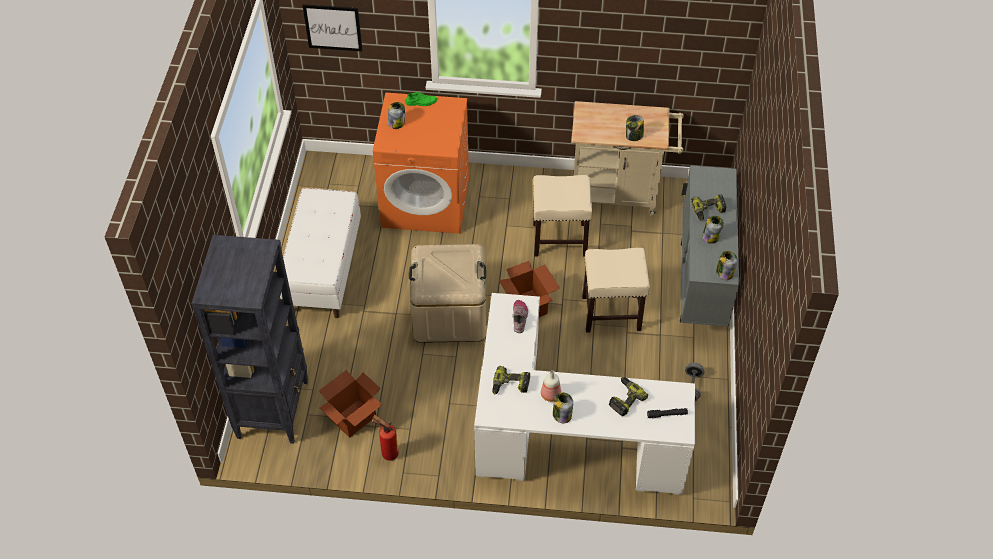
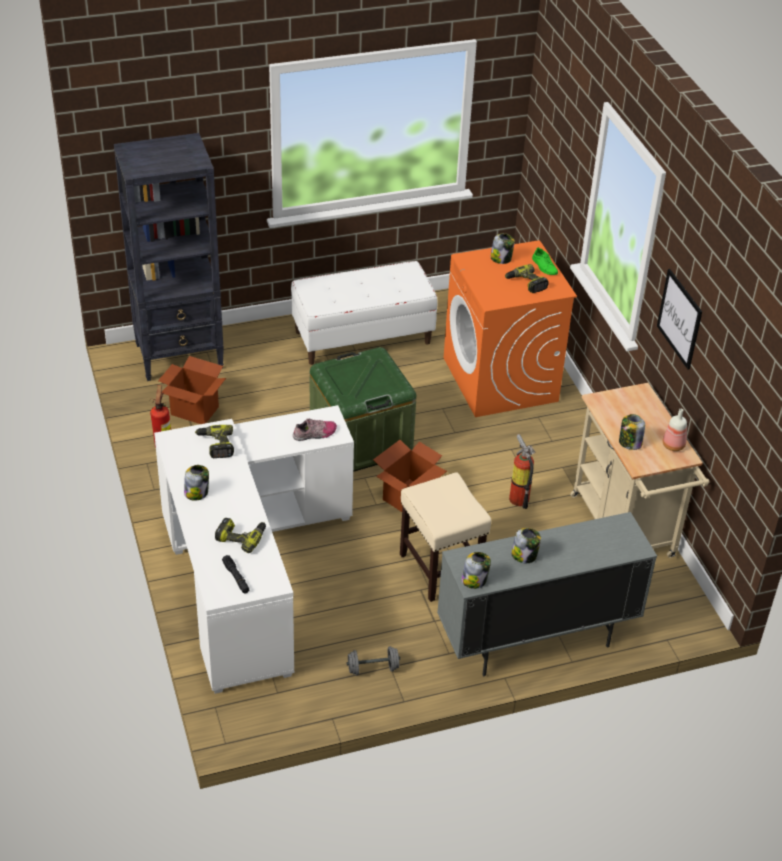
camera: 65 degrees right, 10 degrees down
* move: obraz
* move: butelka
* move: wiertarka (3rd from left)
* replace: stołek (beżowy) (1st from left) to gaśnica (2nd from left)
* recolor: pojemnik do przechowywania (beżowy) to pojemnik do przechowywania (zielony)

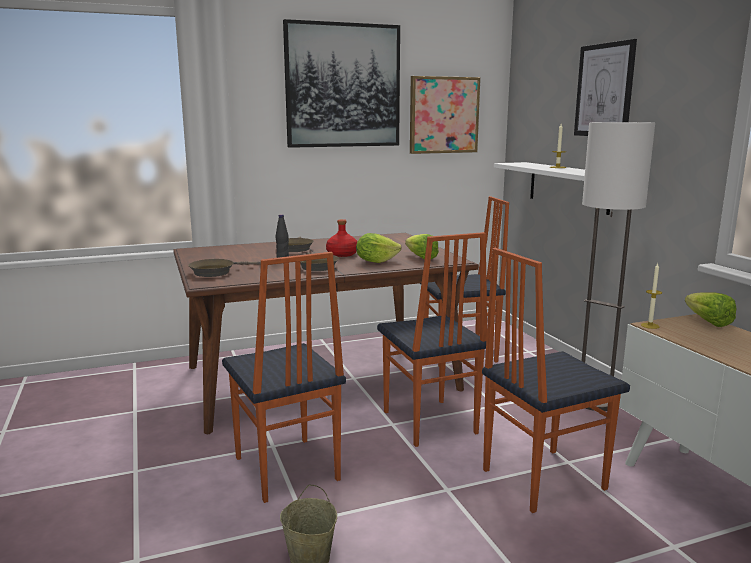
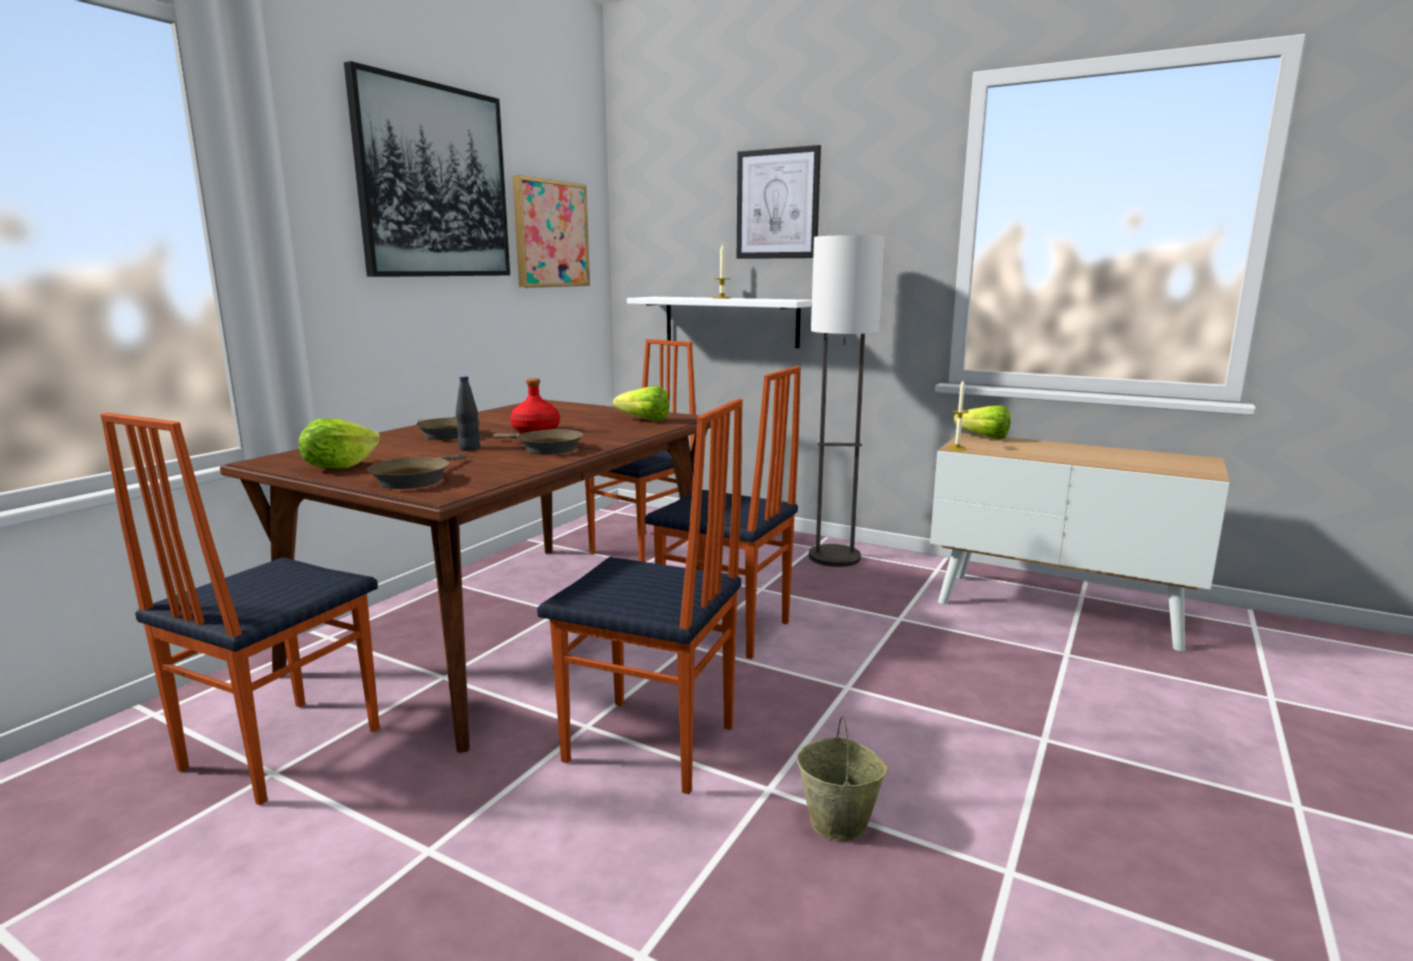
camera: 40 degrees left, 0 degrees up
* move: sałata (1st from left)
* move: krzesło (4th from left in the first image) to krzesło (1st from left)

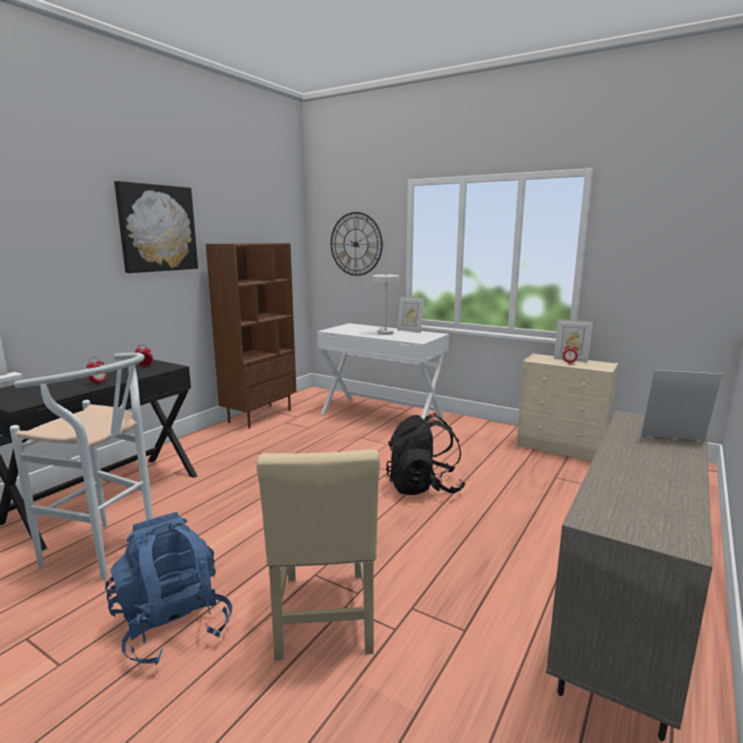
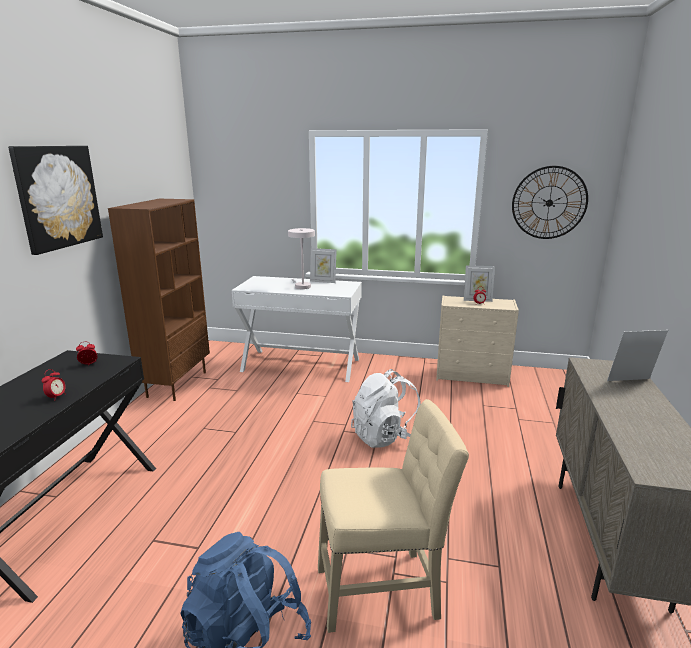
camera: 20 degrees left, 5 degrees up
* delete: stołek (biały)
* move: zegar ścienny
* recolor: plecak (czarny) to plecak (biały)
* rotate: krzesło (beżowy) 75 degrees counterclockwise

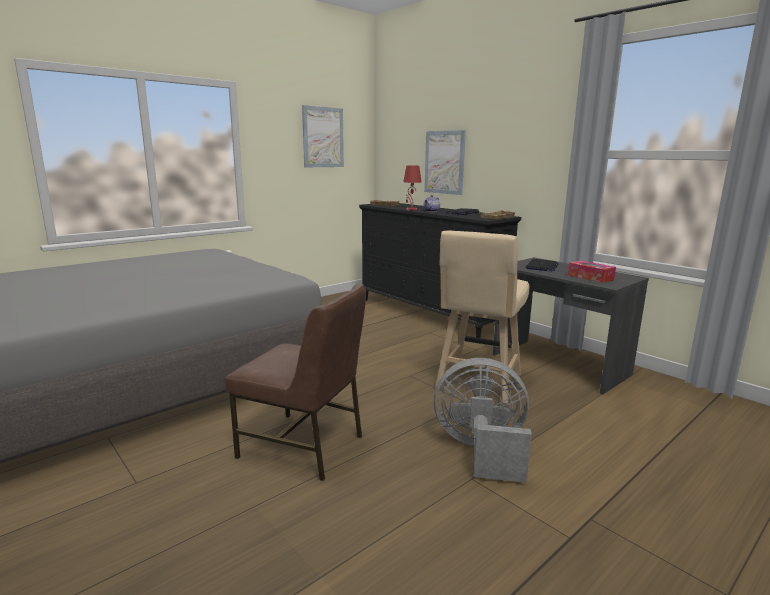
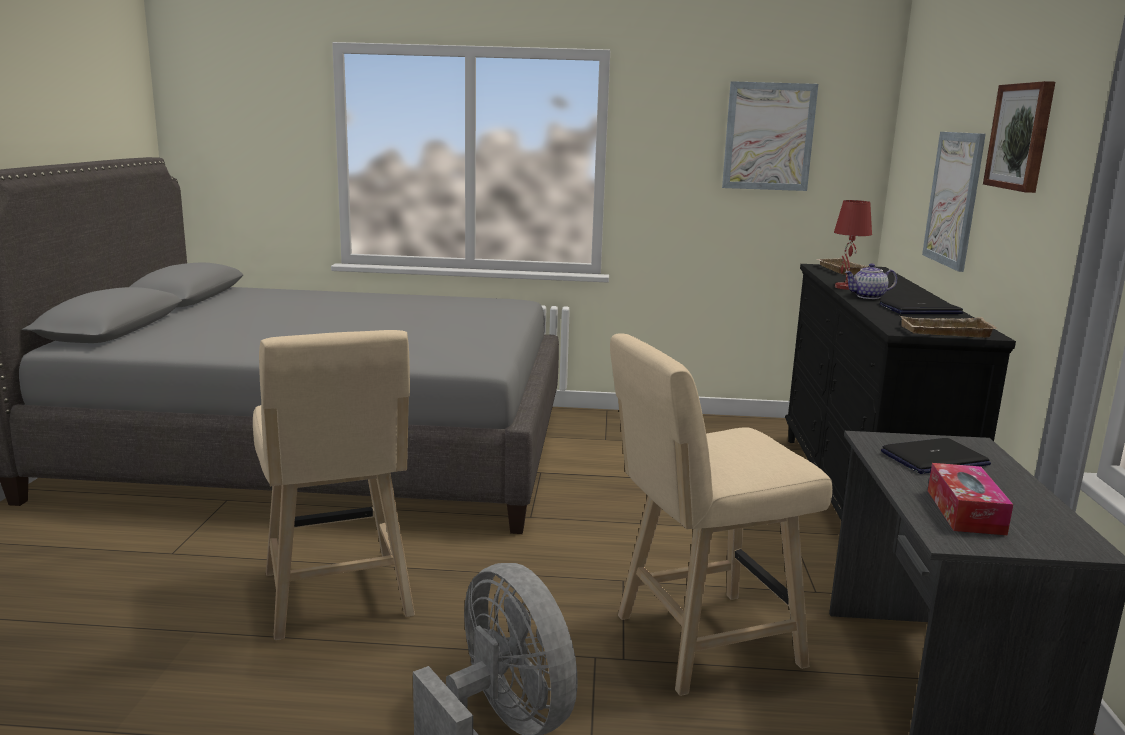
camera: 45 degrees right, 0 degrees up
* insert: obraz (3rd from left)
* replace: krzesło (brązowy) to stołek (beżowy) (1st from left)

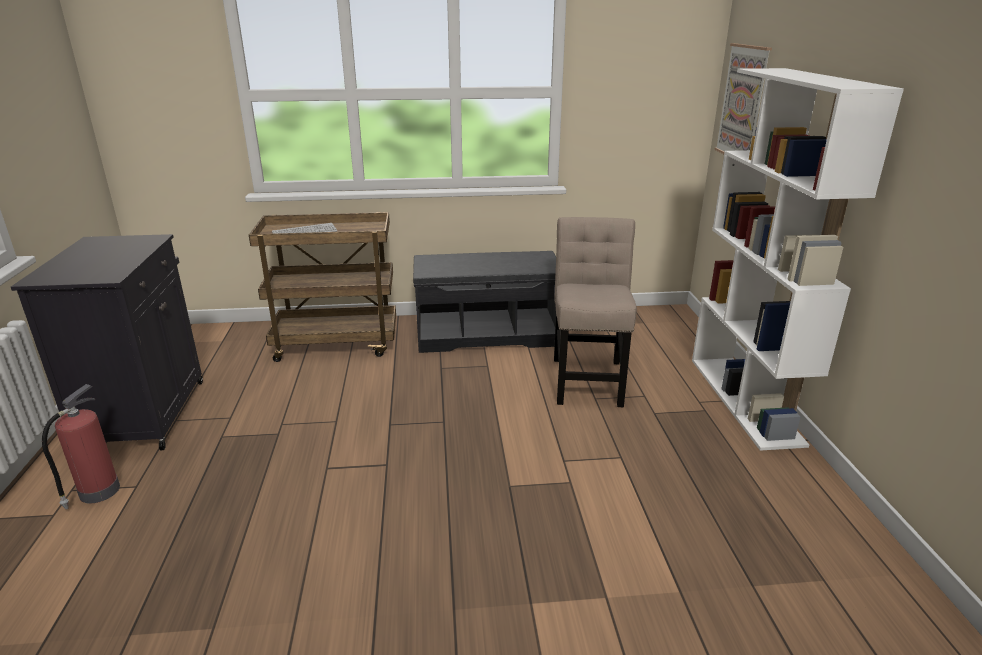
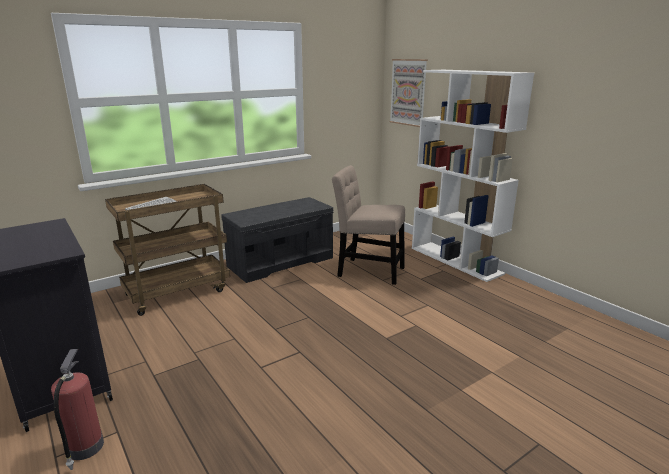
camera: 30 degrees left, 5 degrees down
* rotate: krzesło (beżowy) 45 degrees counterclockwise

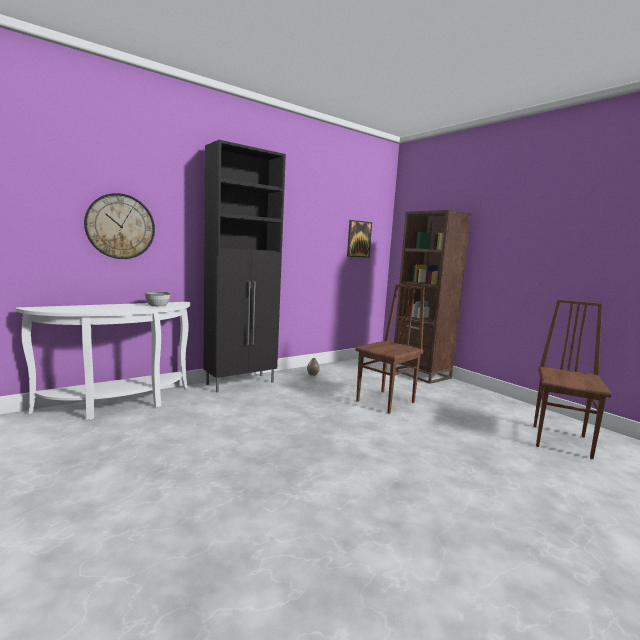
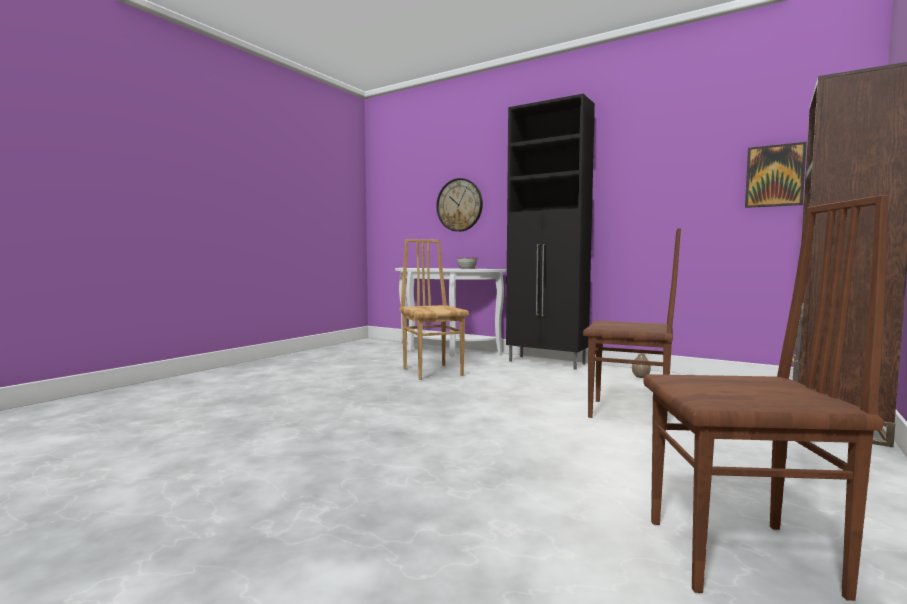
camera: 70 degrees right, 5 degrees down
* insert: krzesło (brązowy) (1st from left)

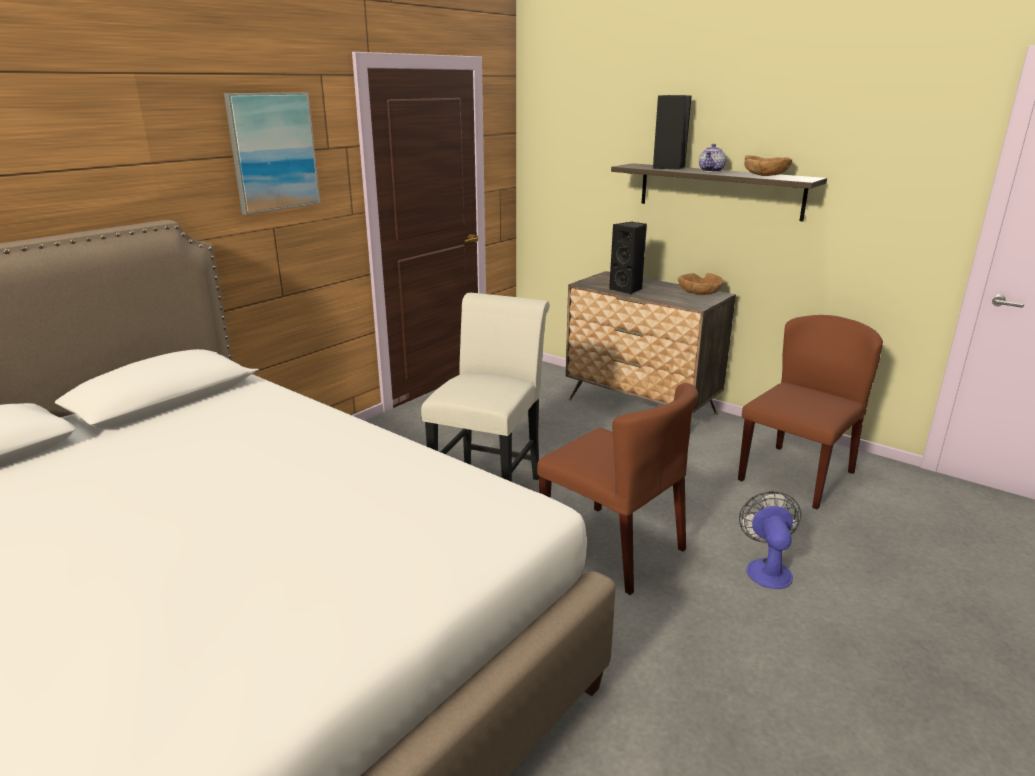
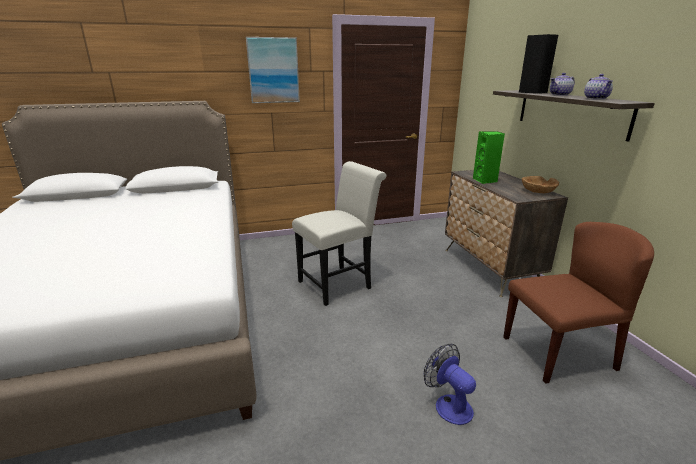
camera: 35 degrees right, 0 degrees up
* delete: krzesło (brązowy) (1st from left)
* replace: miska (brązowy) (2nd from left) to imbryk (2nd from left)
* recolor: głośnik (czarny) (1st from left) to głośnik (zielony)
* rotate: wentylator 75 degrees counterclockwise

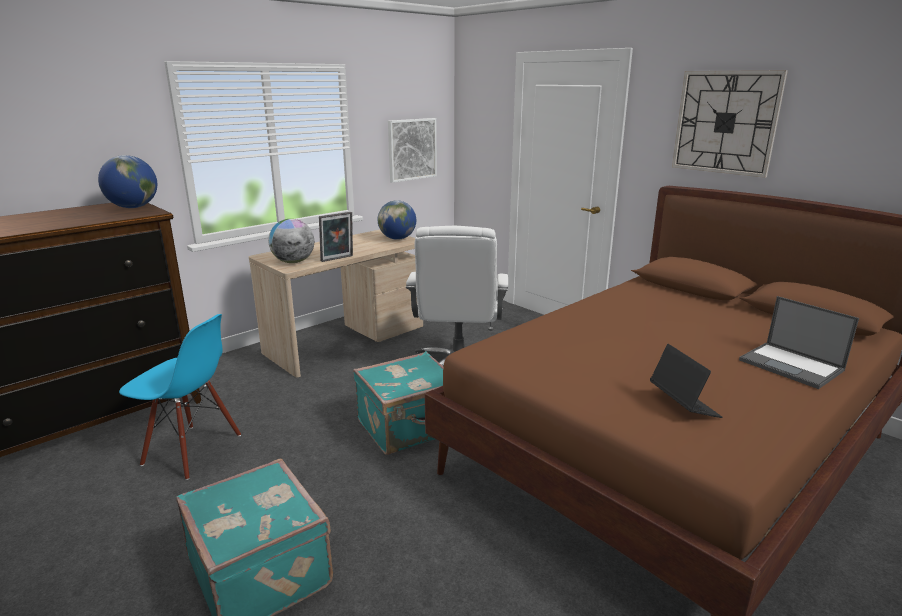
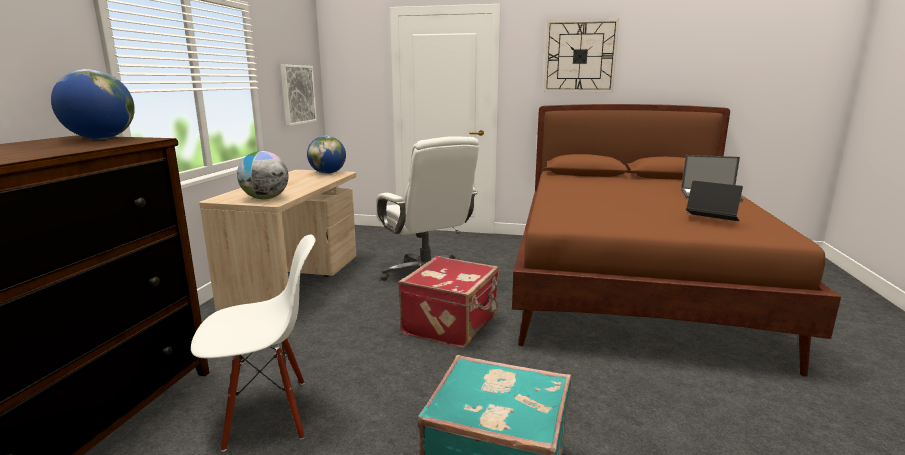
camera: 35 degrees left, 5 degrees down
* delete: ramka na zdjęcie
* recolor: krzesło (niebieski) to krzesło (biały)
* recolor: walizka (turkusowy) (2nd from left) to walizka (czerwony)

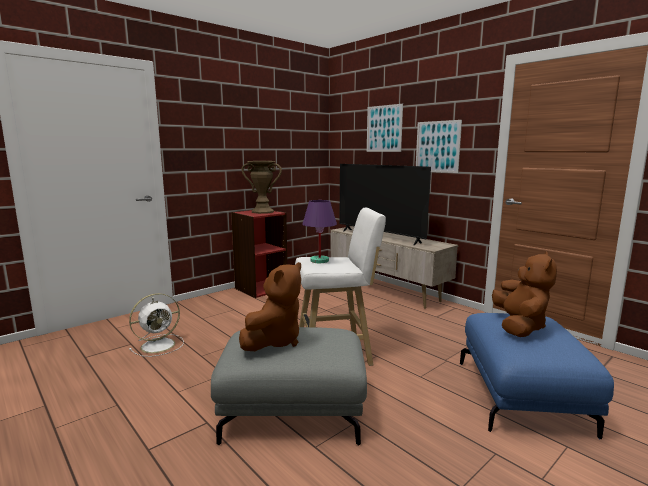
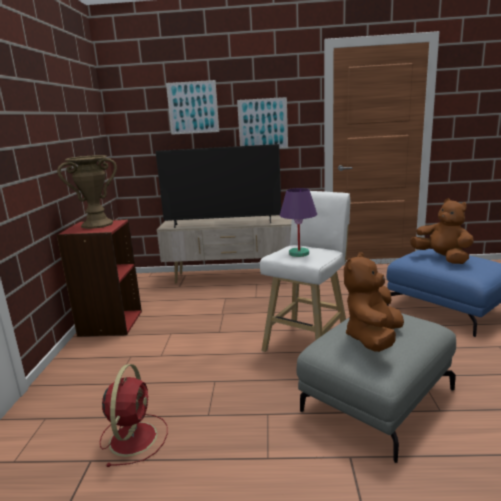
camera: 45 degrees left, 5 degrees up
* recolor: wentylator (biały) to wentylator (czerwony)
* rotate: pluszak (brązowy) (1st from left) 135 degrees counterclockwise

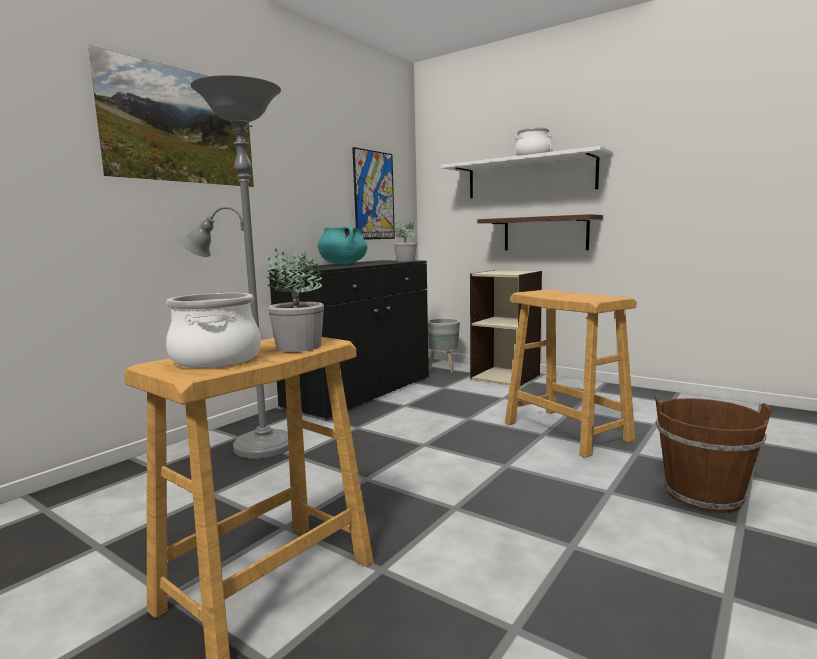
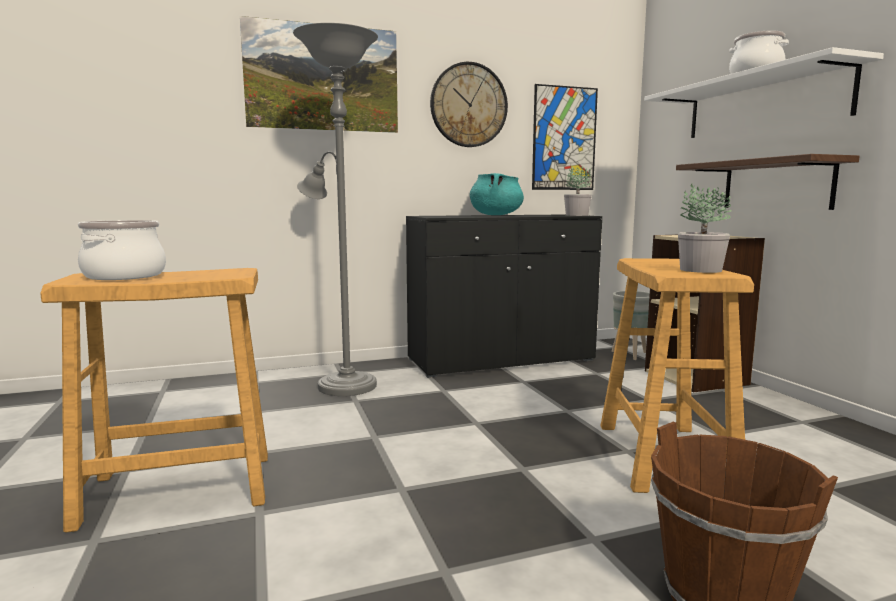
camera: 35 degrees right, 0 degrees up
* insert: zegar ścienny
* move: roślina doniczkowa (1st from left in the first image) to roślina doniczkowa (2nd from left)

